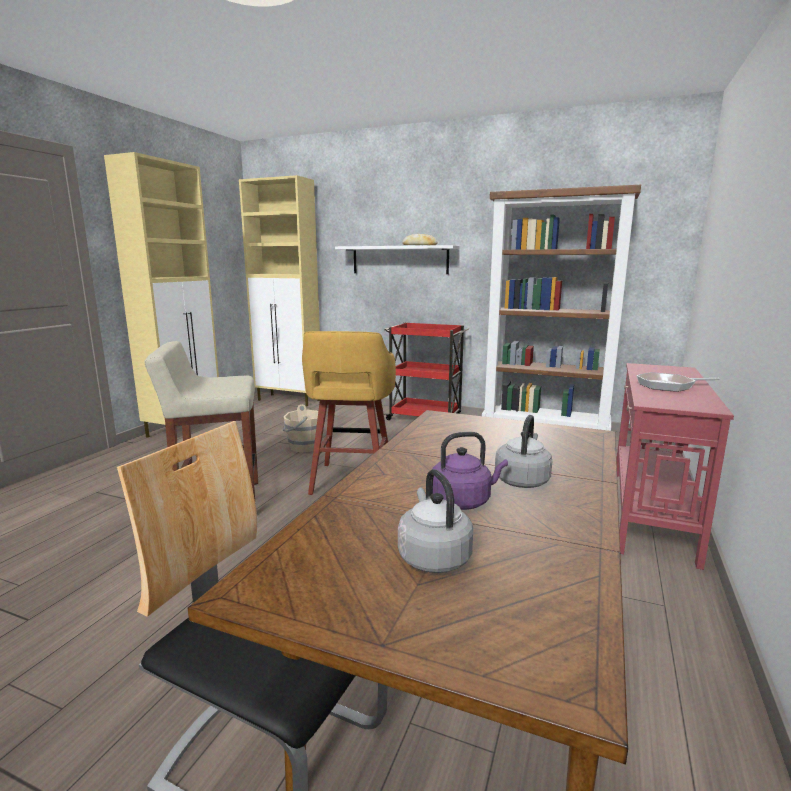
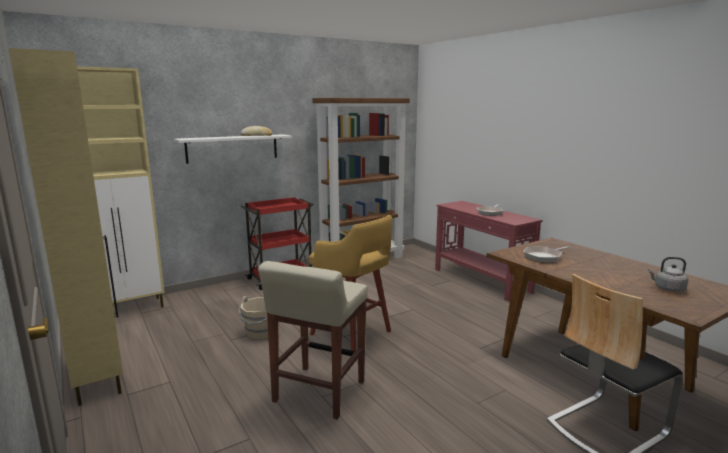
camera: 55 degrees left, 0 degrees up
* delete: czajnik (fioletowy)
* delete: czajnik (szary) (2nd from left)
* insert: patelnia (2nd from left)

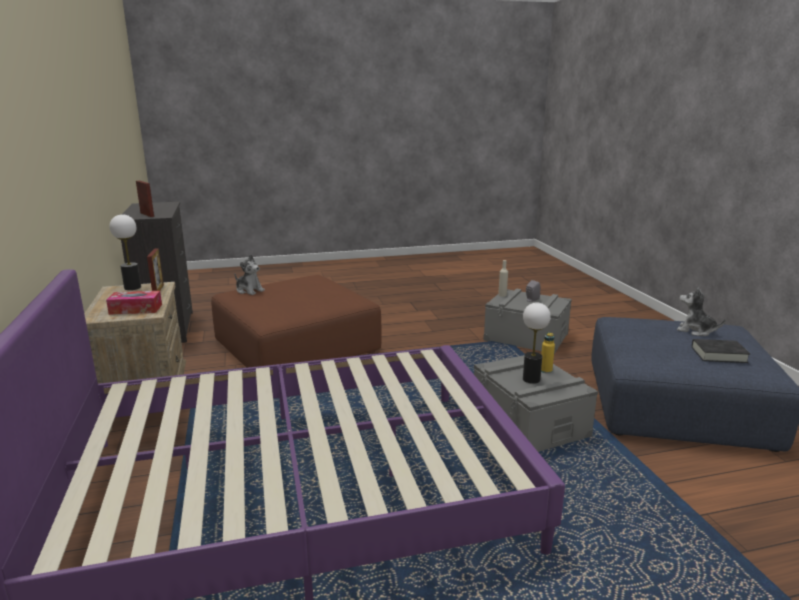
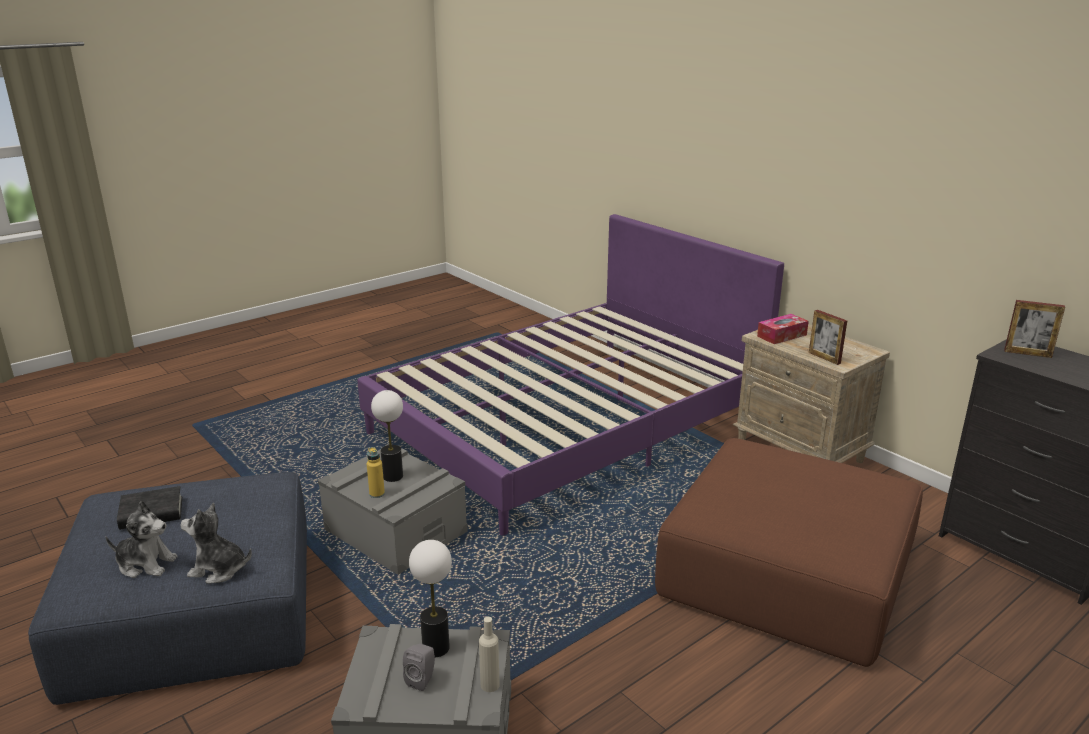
camera: 155 degrees right, 5 degrees up
* move: lampa stołowa (1st from left in the first image) to lampa stołowa (2nd from left)
* move: pluszak (1st from left in the first image) to pluszak (2nd from left)

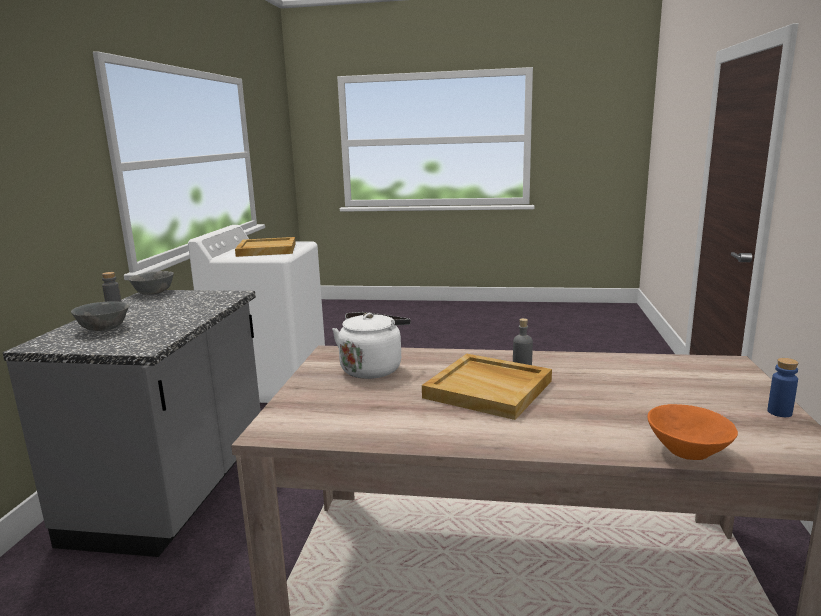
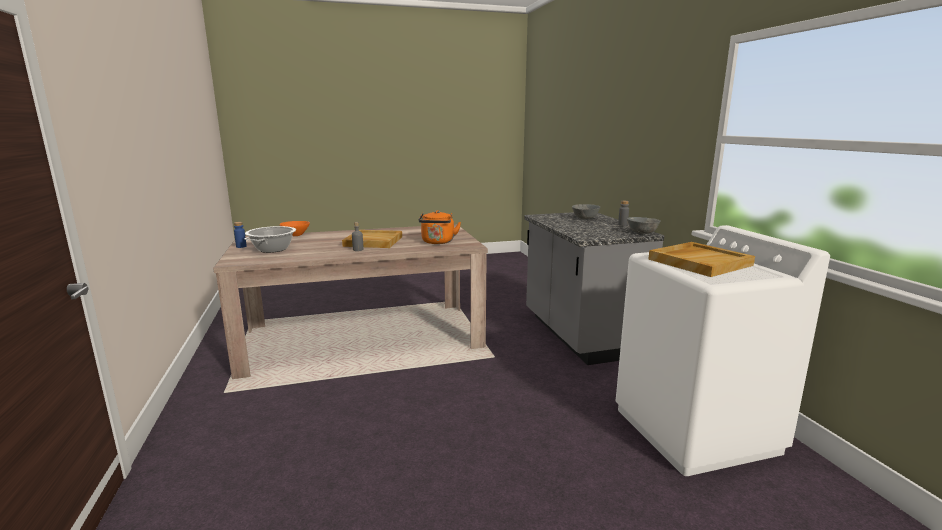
camera: 155 degrees right, 0 degrees up
* insert: garnek
* recolor: czajnik (biały) to czajnik (pomarańczowy)

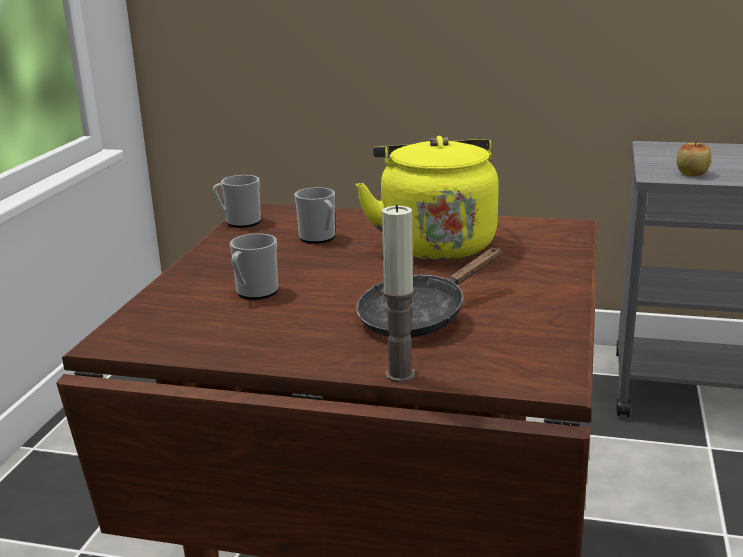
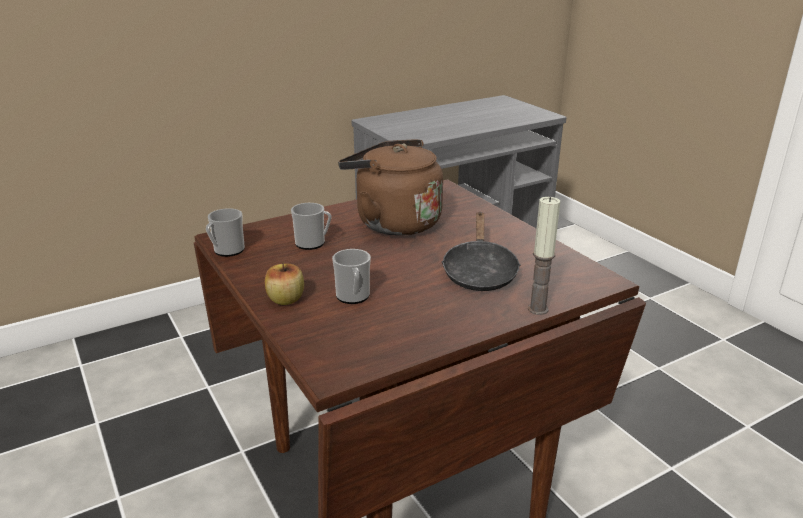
camera: 45 degrees left, 5 degrees up
* move: jabłko
* recolor: czajnik (żółty) to czajnik (brązowy)

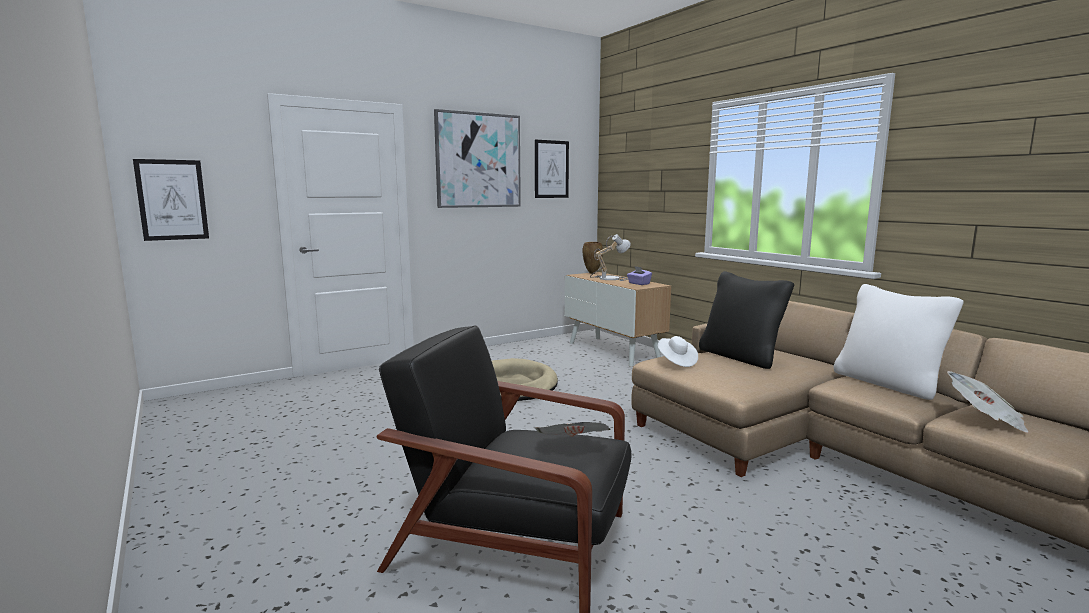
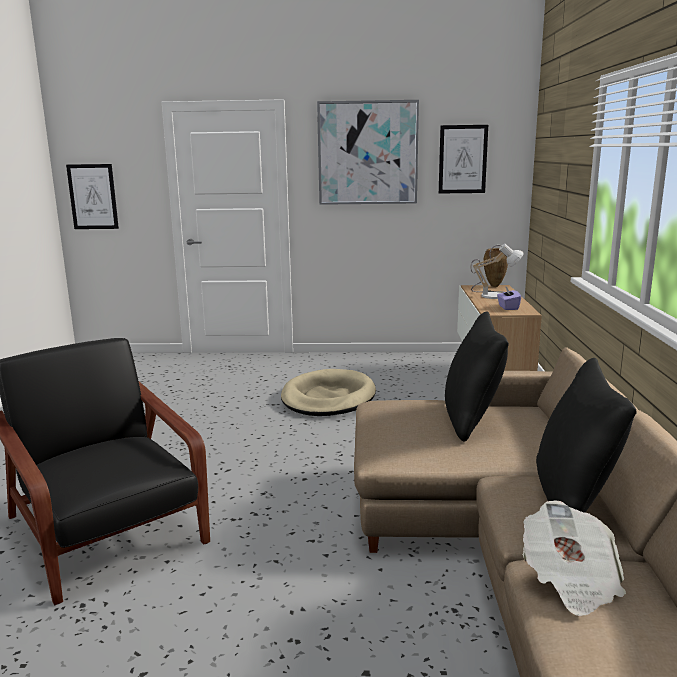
camera: 35 degrees right, 5 degrees up
* delete: gazeta (1st from left)
* delete: kapelusz (biały)
* recolor: poduszka (biały) to poduszka (czarny) (2nd from left)

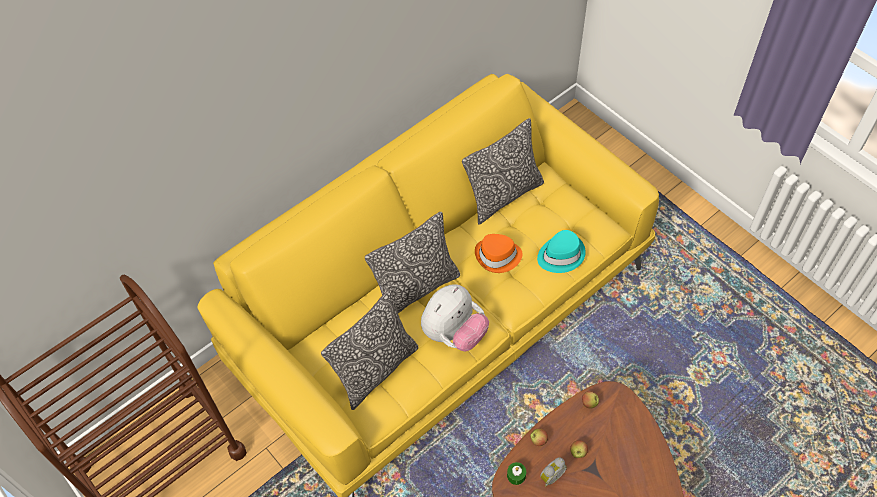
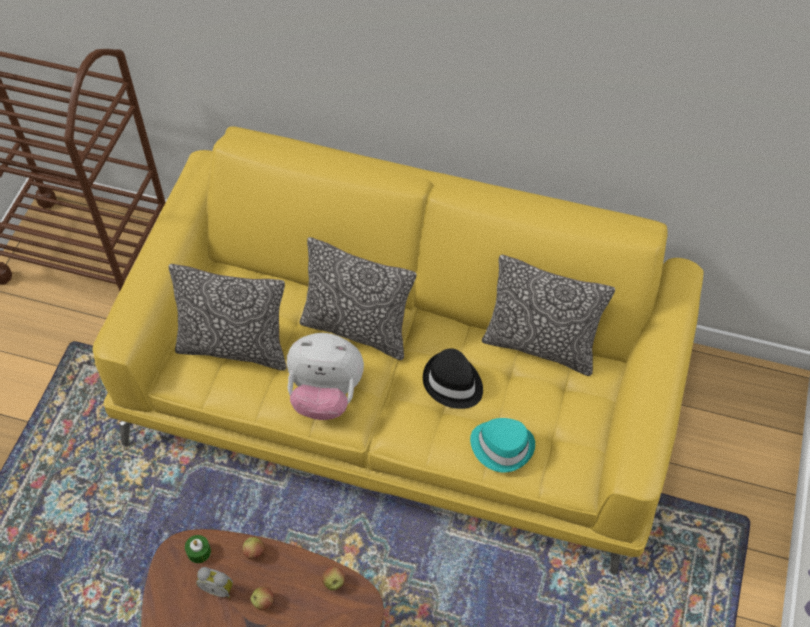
camera: 55 degrees right, 0 degrees up
* recolor: kapelusz (pomarańczowy) to kapelusz (czarny)

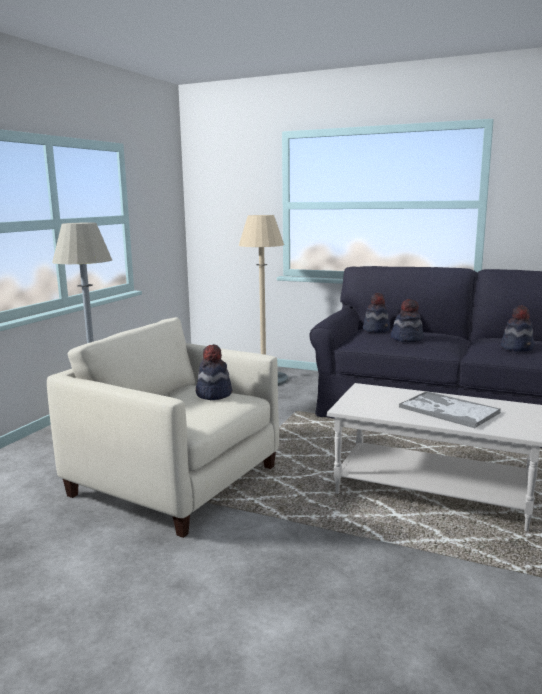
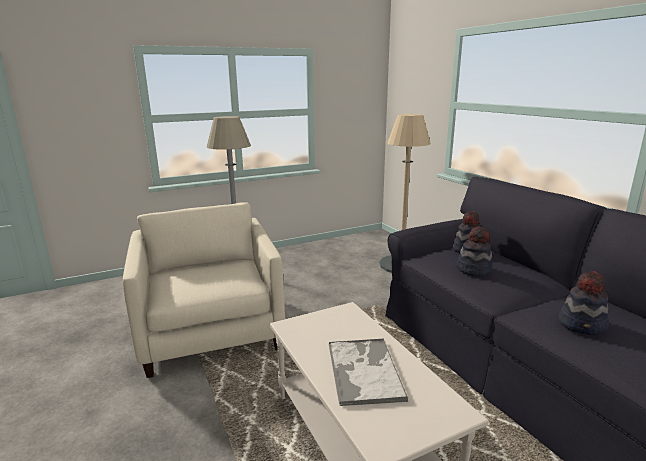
camera: 40 degrees right, 5 degrees up
* delete: kapelusz (1st from left)

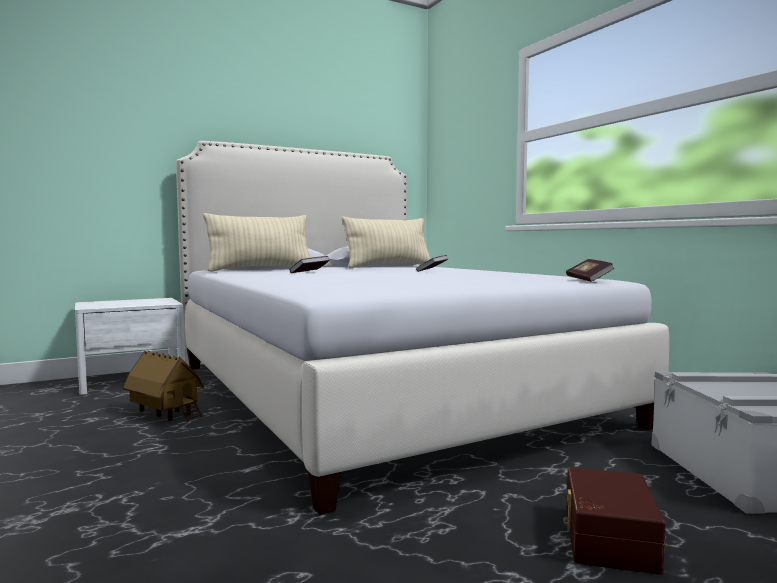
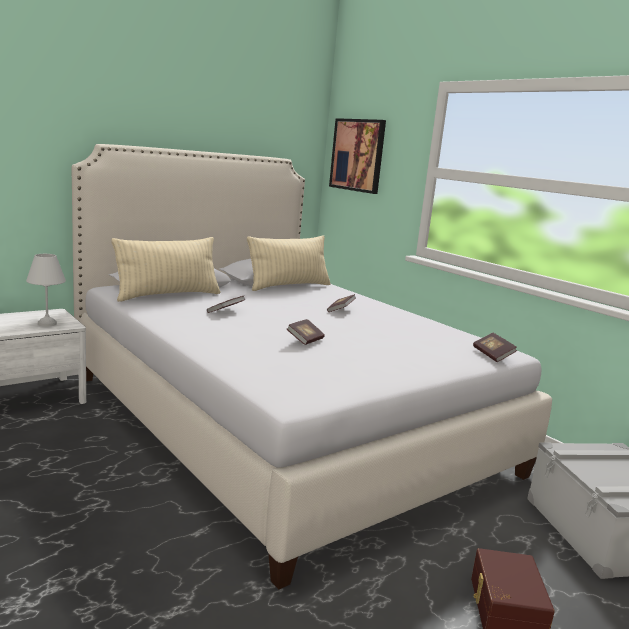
camera: 10 degrees left, 10 degrees up
* delete: domek
* insert: lampa stołowa (biały)
* insert: książka (2nd from left)
* insert: obraz

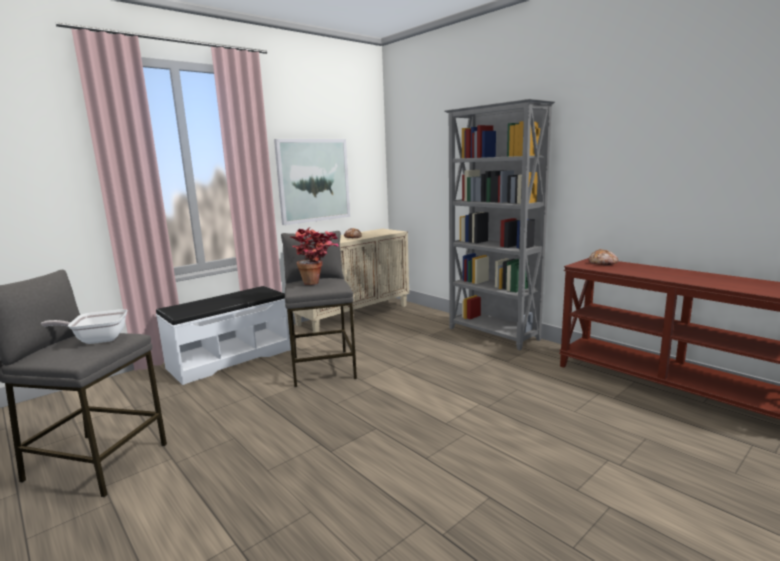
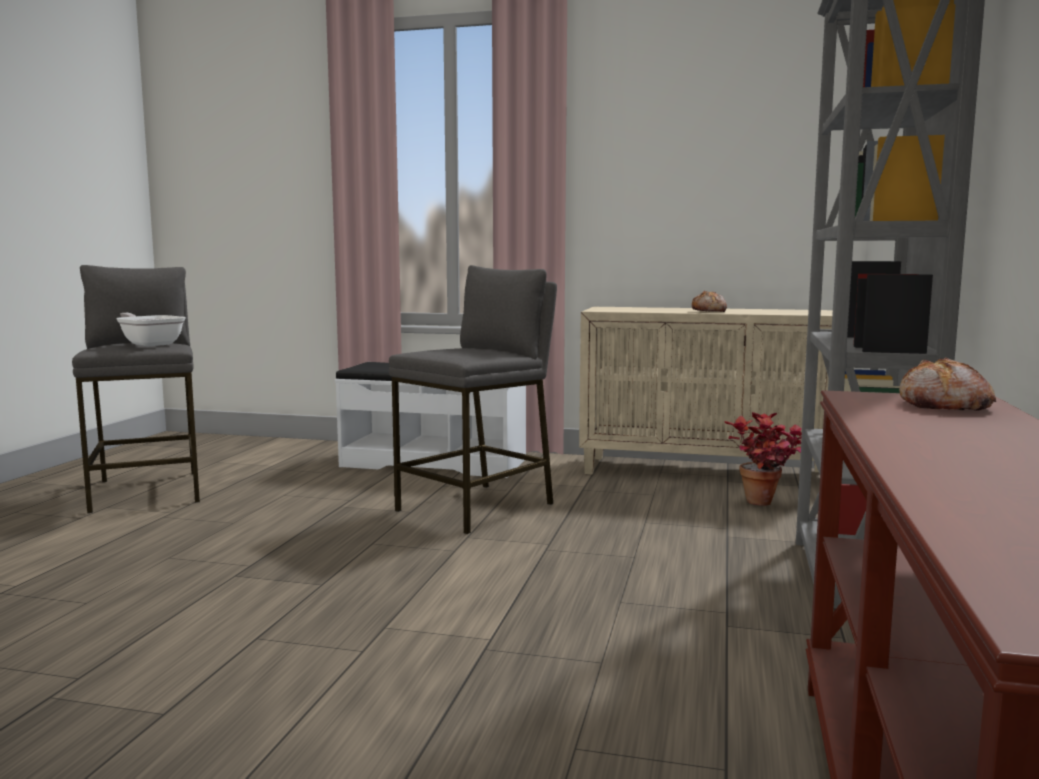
camera: 55 degrees right, 5 degrees down
* delete: obraz
* move: roślina doniczkowa

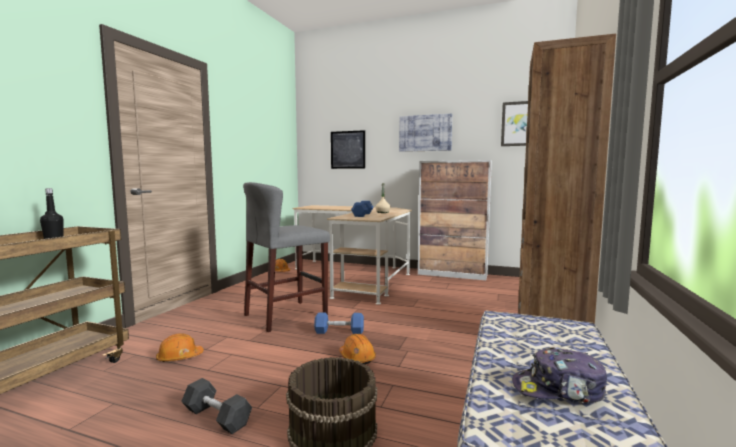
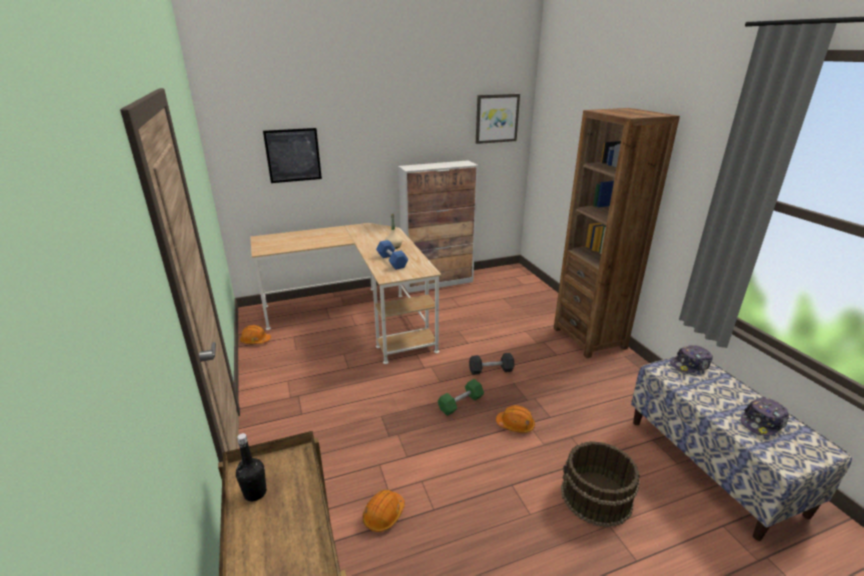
camera: 40 degrees left, 20 degrees up
* delete: stołek (szary)
* delete: obraz (2nd from left)
* insert: czapka z daszkiem (1st from left)
* move: hantel (czarny)
* recolor: hantel (niebieski) (1st from left) to hantel (zielony)

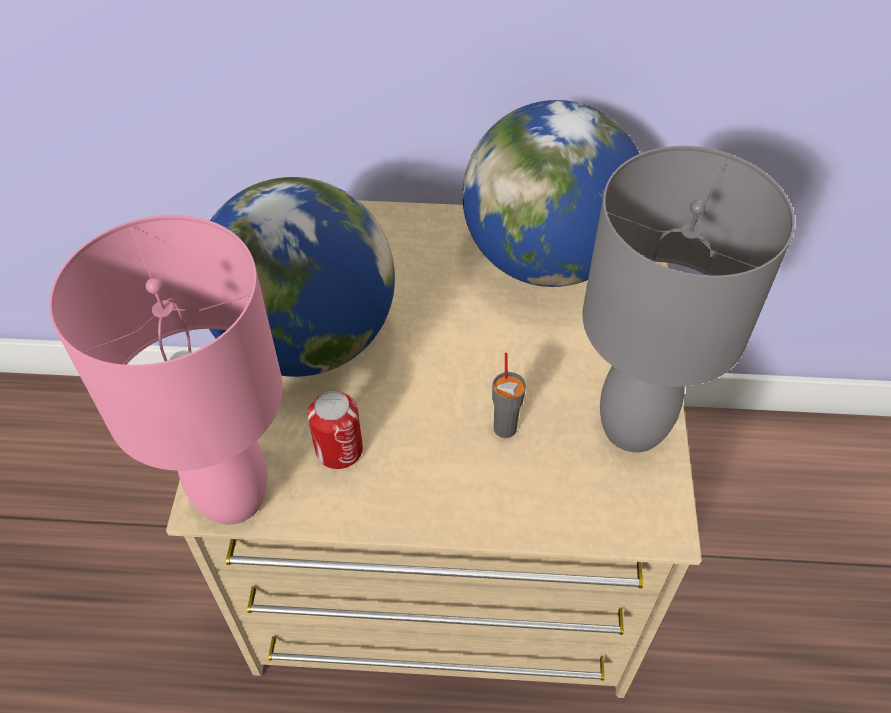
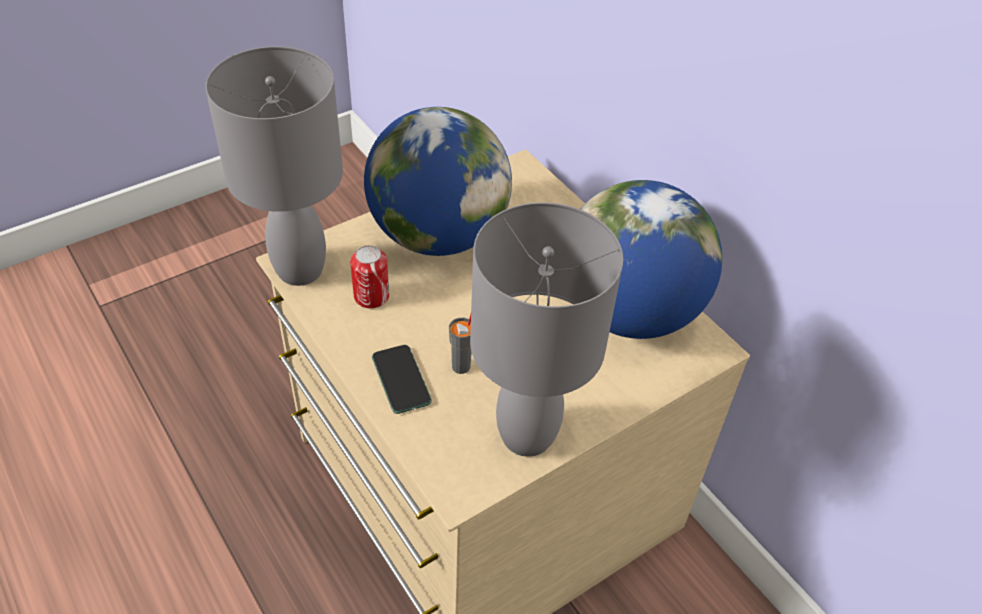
camera: 50 degrees right, 5 degrees down
* insert: telefon
* recolor: lampa stołowa (różowy) to lampa stołowa (szary) (1st from left)

